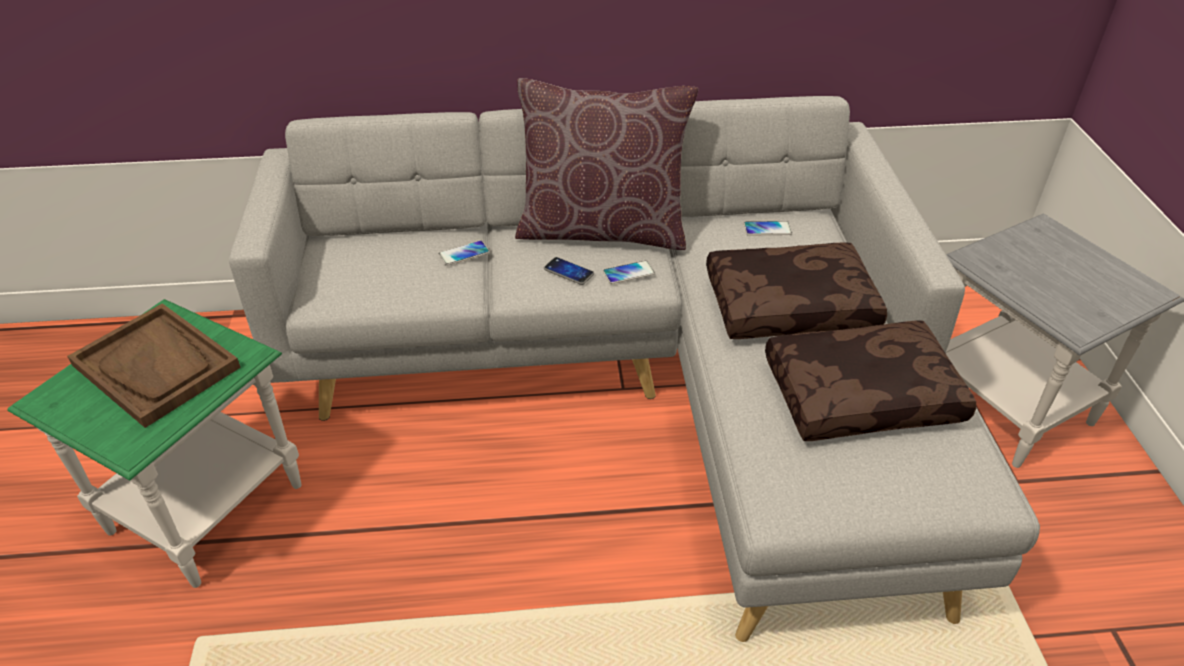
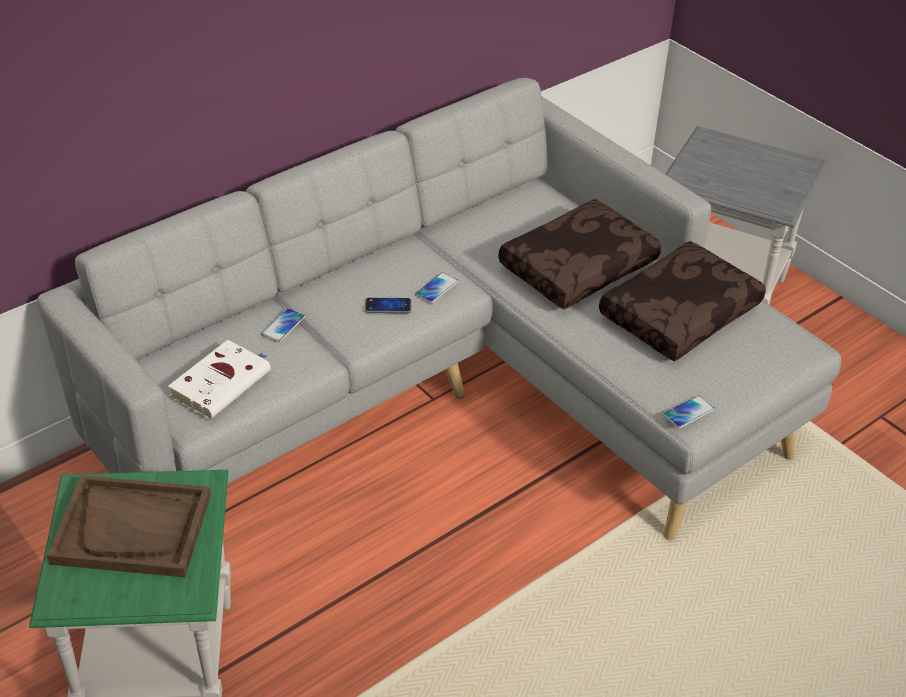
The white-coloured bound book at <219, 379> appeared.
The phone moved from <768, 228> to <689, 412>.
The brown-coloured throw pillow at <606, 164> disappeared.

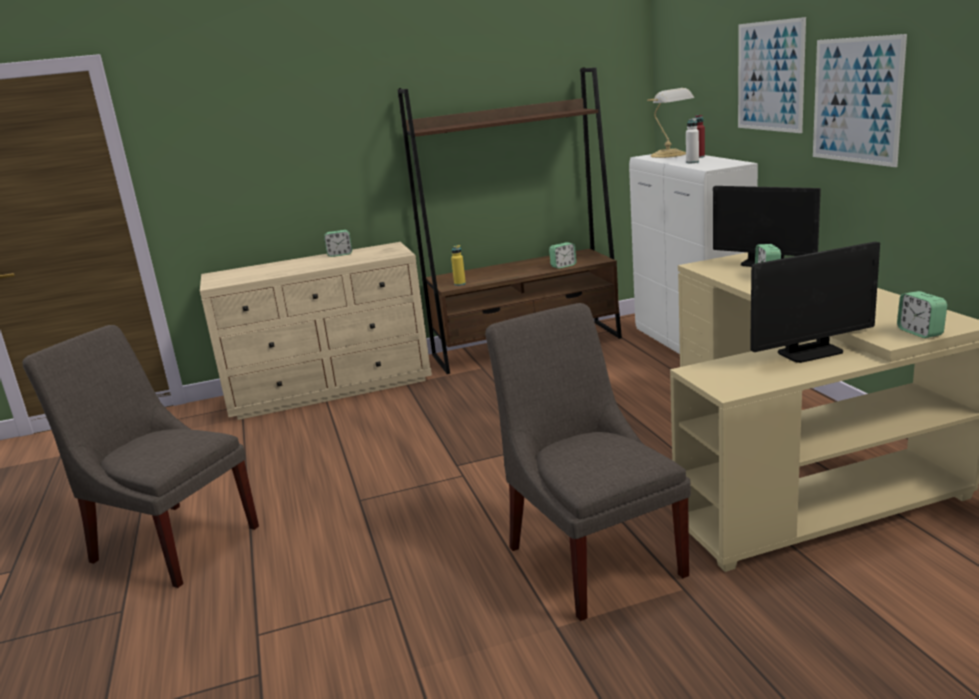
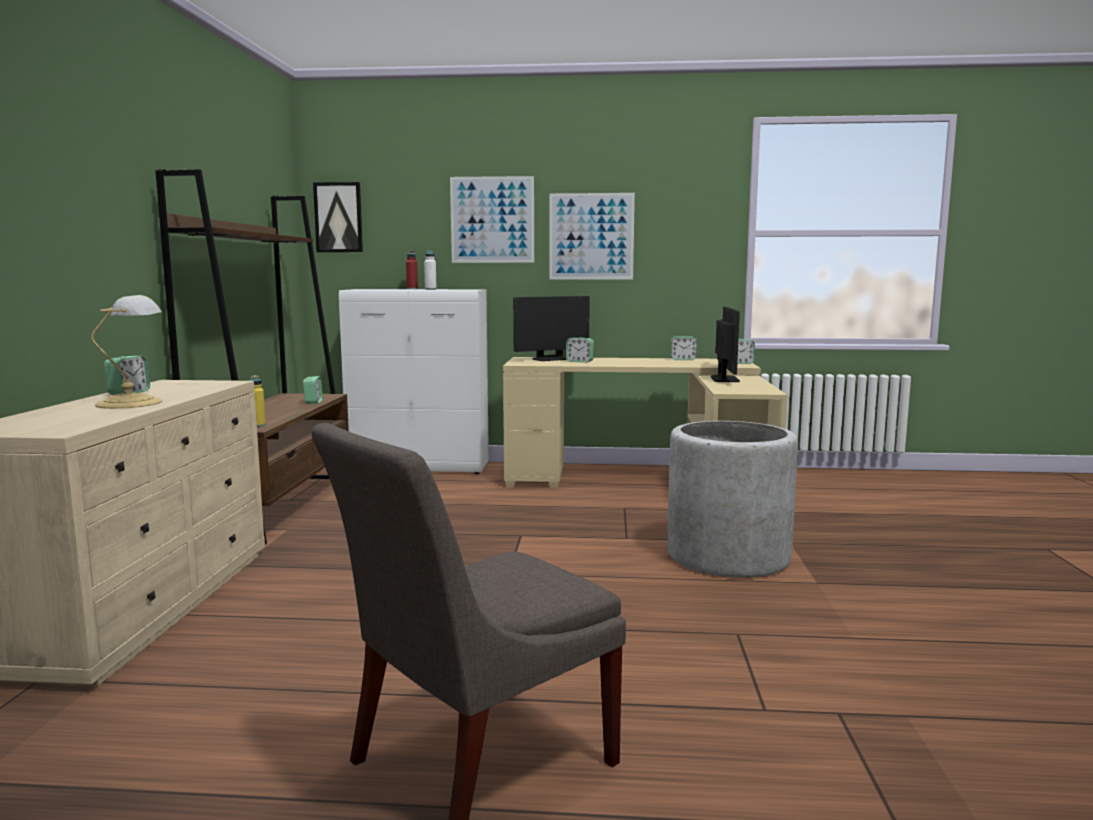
The lamp for a table moved from <670, 123> to <126, 352>.
The wall art at <338, 217> appeared.
The gray plain chair at <588, 462> was replaced by the gray flower pot at <732, 499>.
The table clock at <683, 348> appeared.

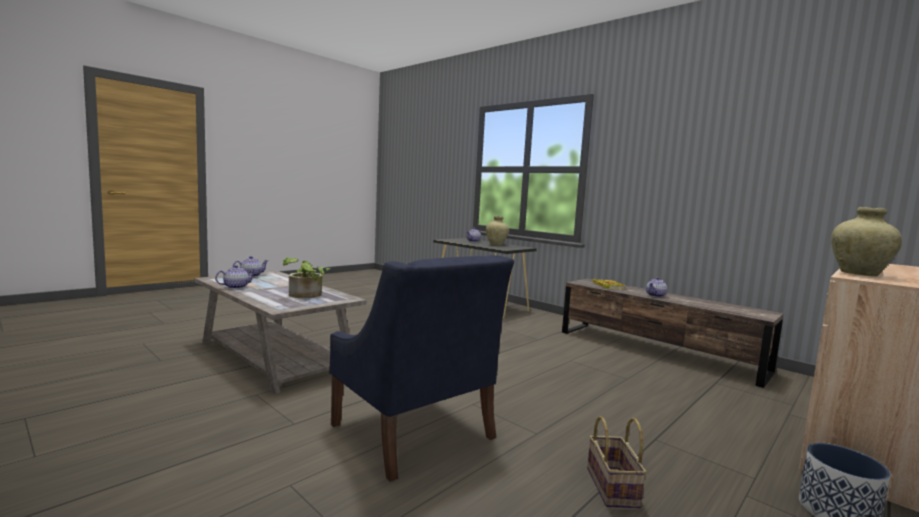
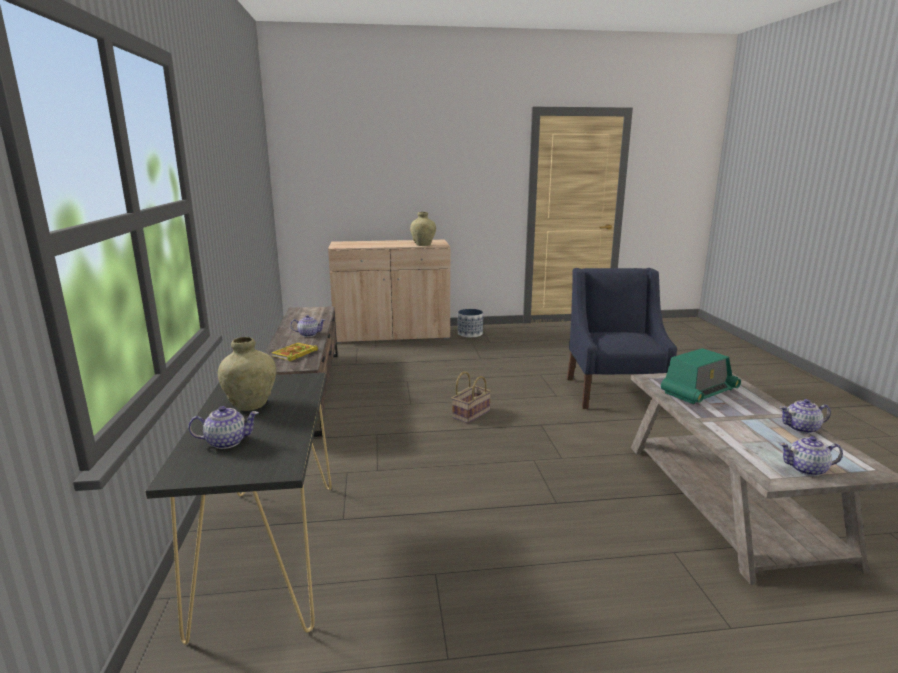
The household basket moved from <617, 462> to <471, 397>.
The plant in a pot at <307, 277> was replaced by the radio set at <701, 376>.

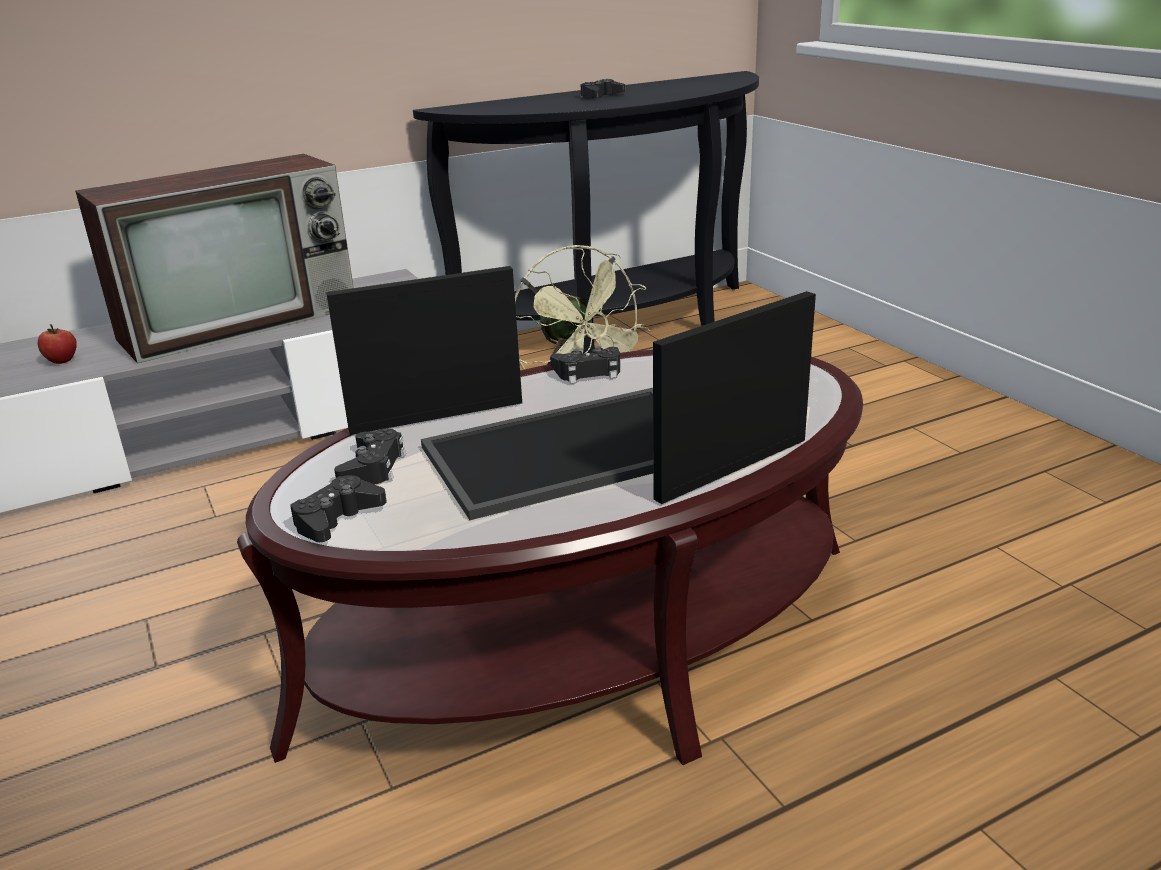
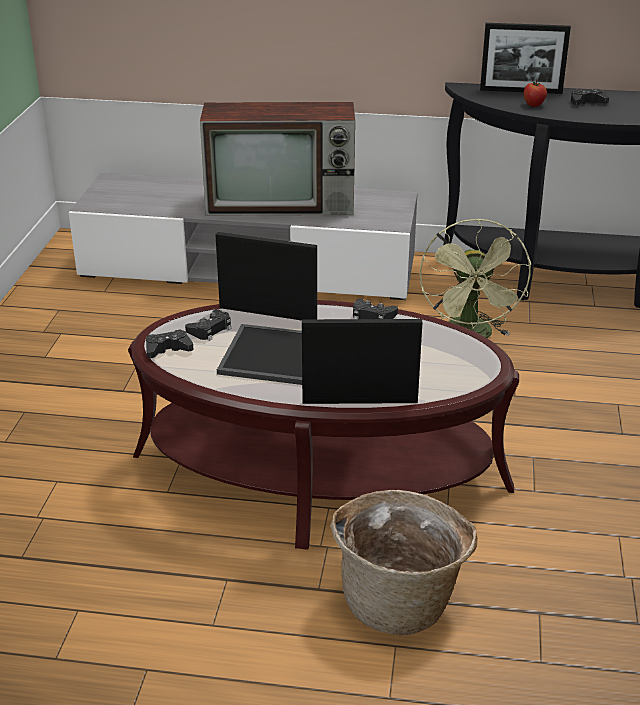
The household basket at <404, 562> appeared.
The photo frame at <525, 58> appeared.
The whole apple moved from <57, 344> to <535, 93>.

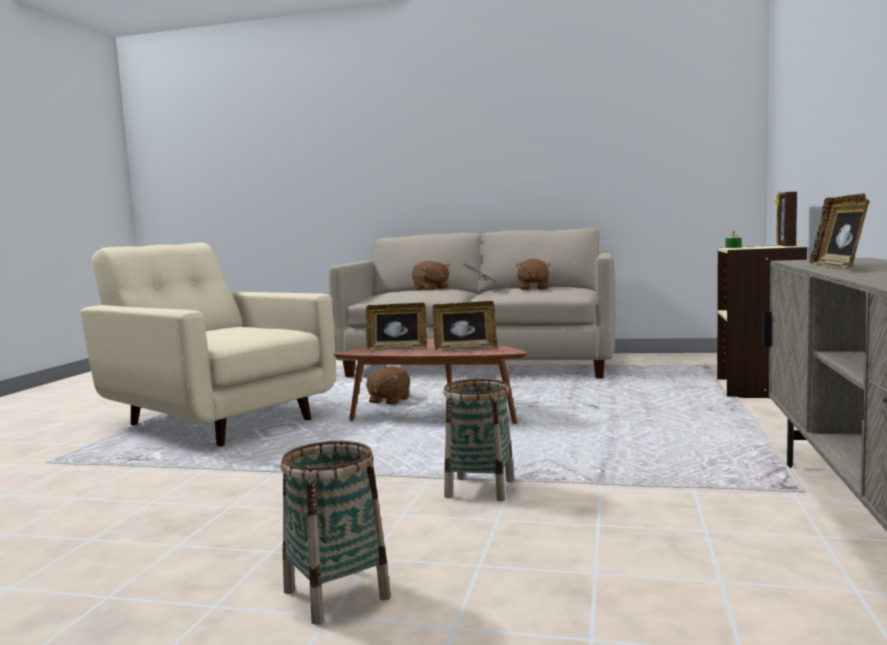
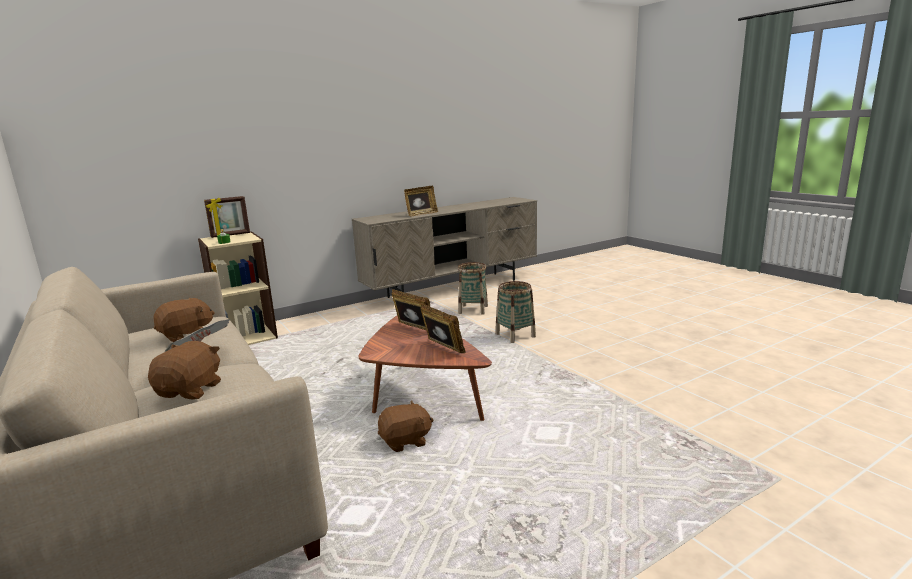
The household basket moved from <336, 533> to <473, 288>.
The beige-coloured armchair at <208, 344> disappeared.

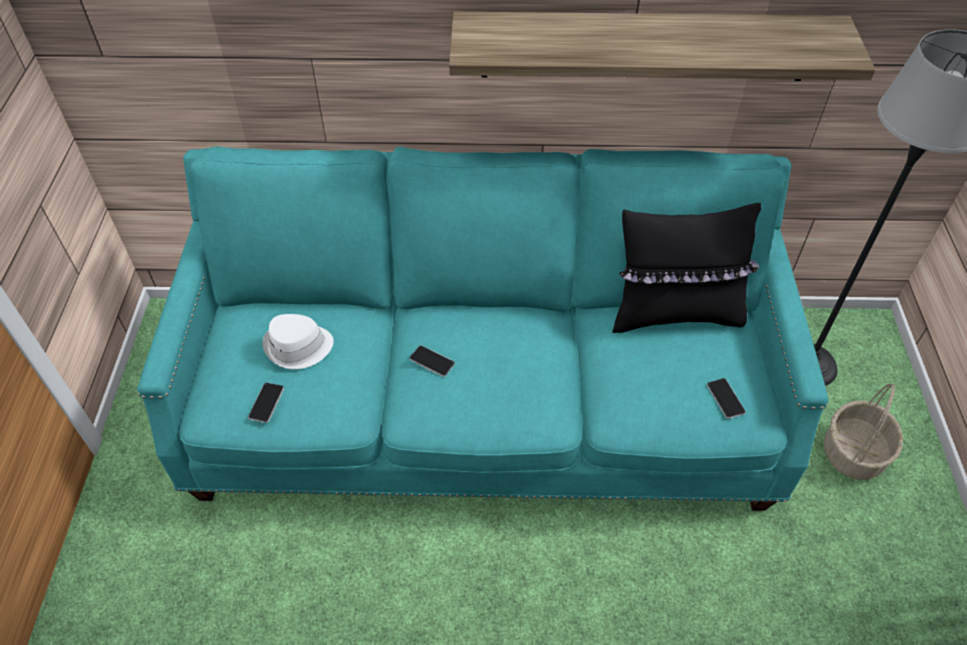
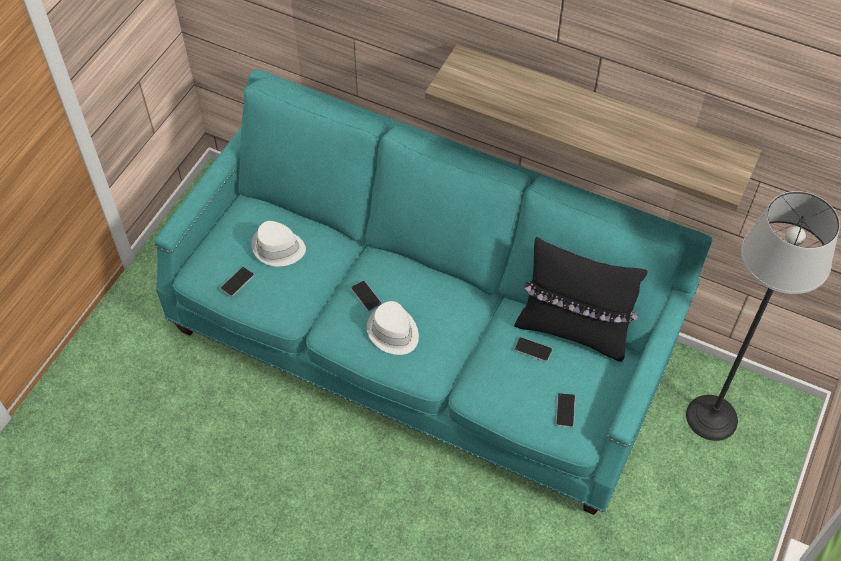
The white-coloured hat at <393, 328> appeared.
The phone at <533, 349> appeared.
The household basket at <863, 432> disappeared.

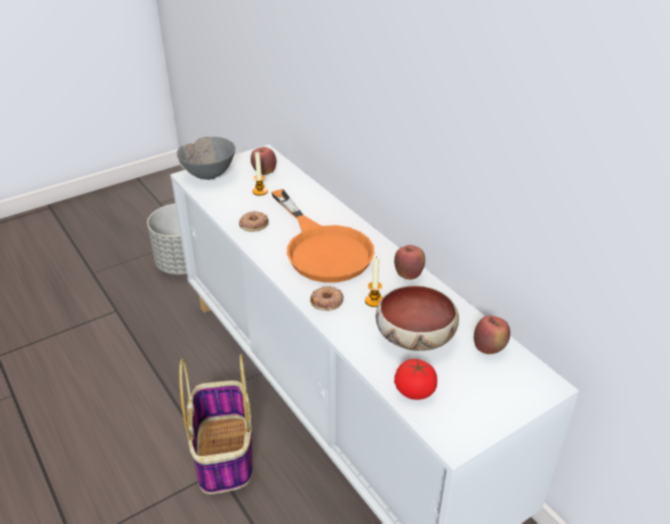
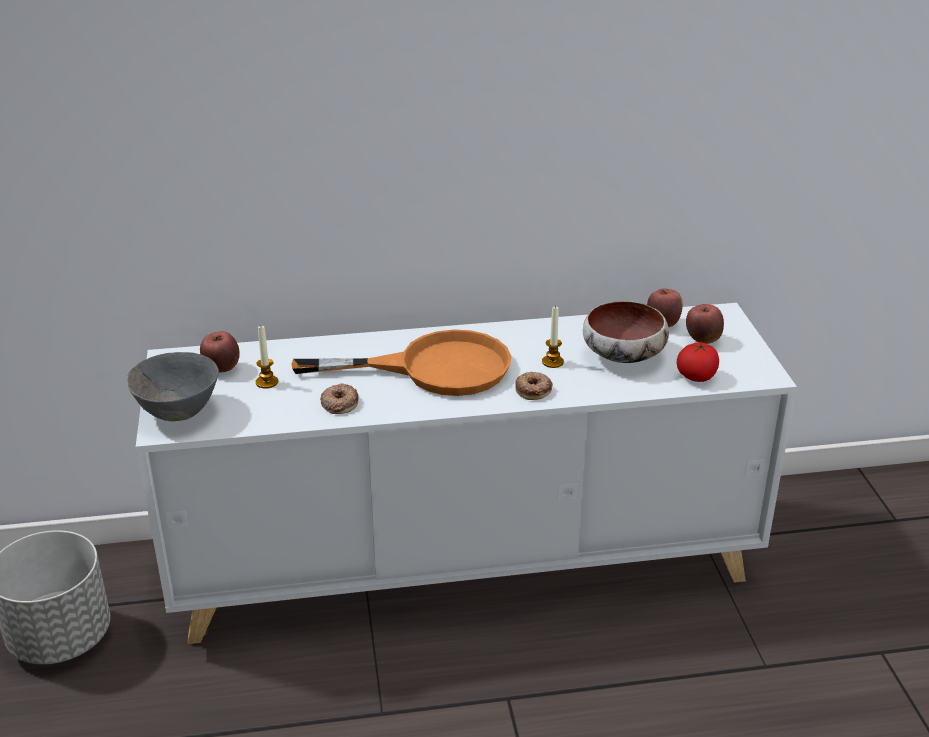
The whole apple moved from <409, 262> to <705, 324>.
The household basket at <215, 424> disappeared.

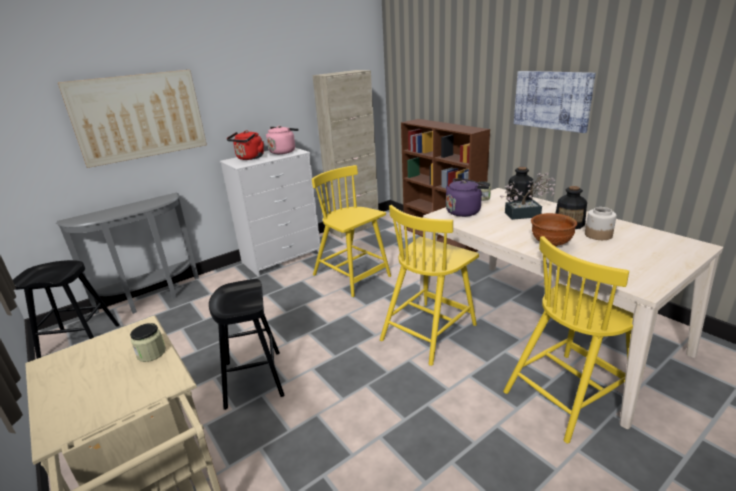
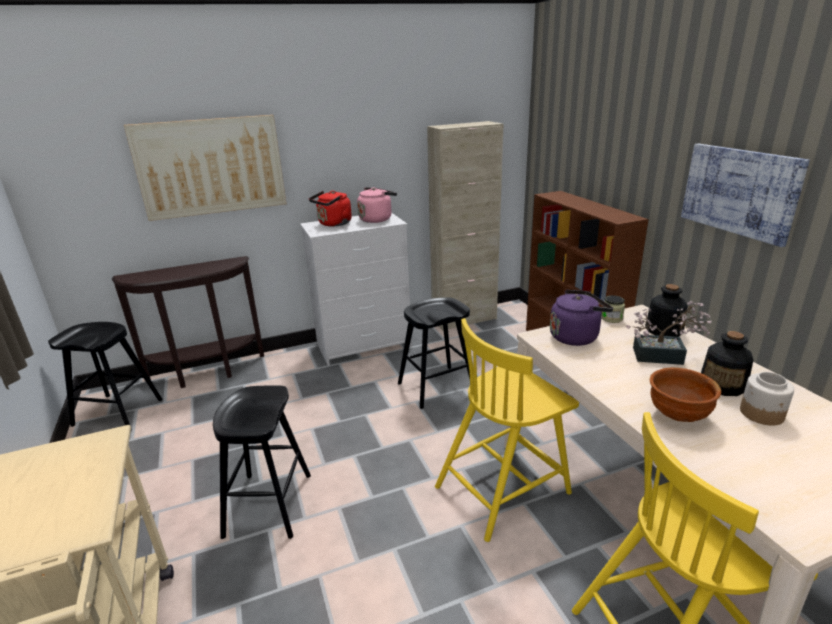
The gray console table at <127, 254> became the brown-coloured console table at <188, 322>.
The yellow-coloured plain chair at <351, 231> was replaced by the blackish stool at <434, 353>.
The preserve jar at <148, 342> disappeared.

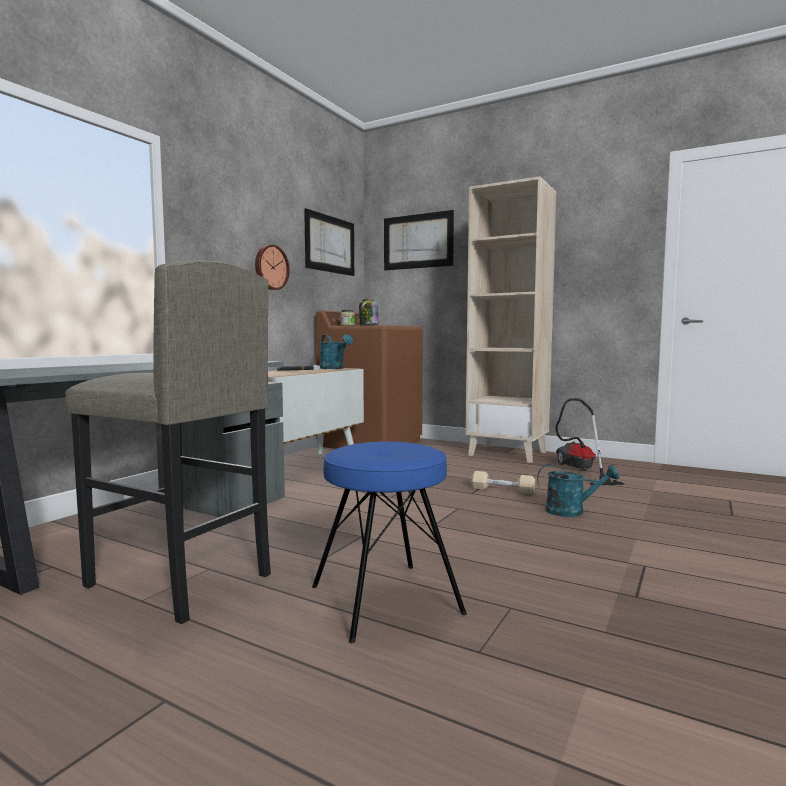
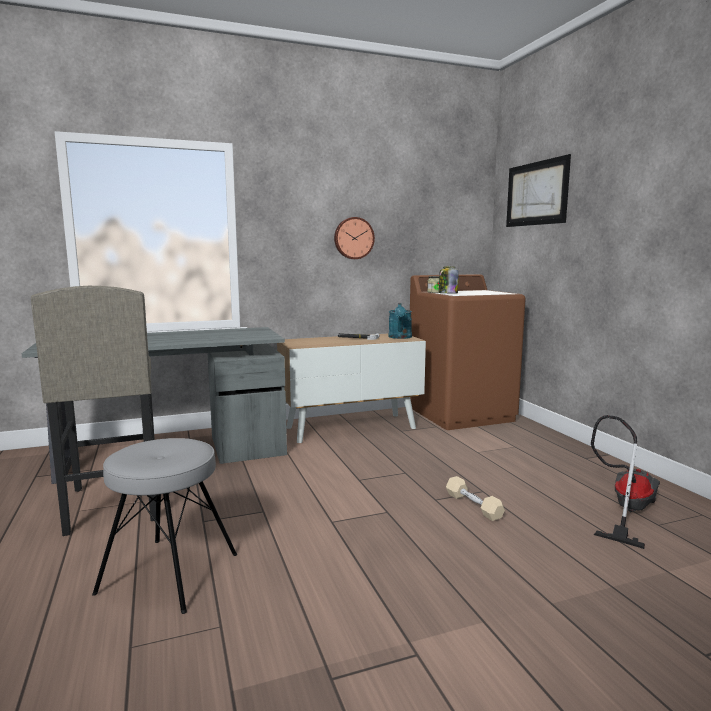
The blue stool at <389, 542> became the gray stool at <164, 526>.
The wall art at <329, 242> disappeared.
The beige-coloured bookshelf at <511, 319> disappeared.
The blue-green watering can at <578, 490> disappeared.

